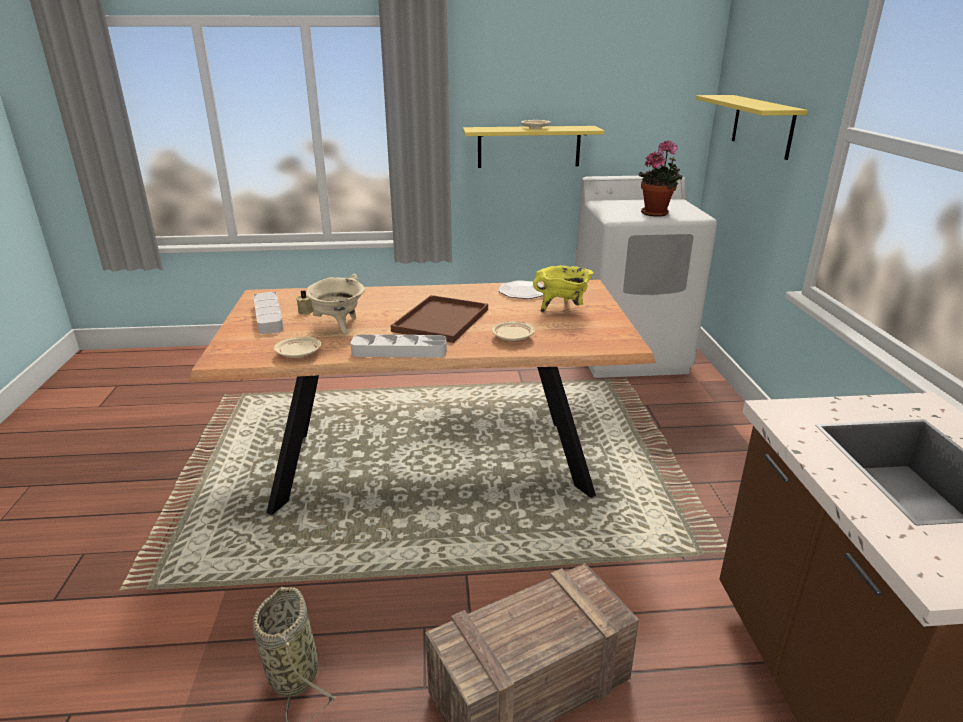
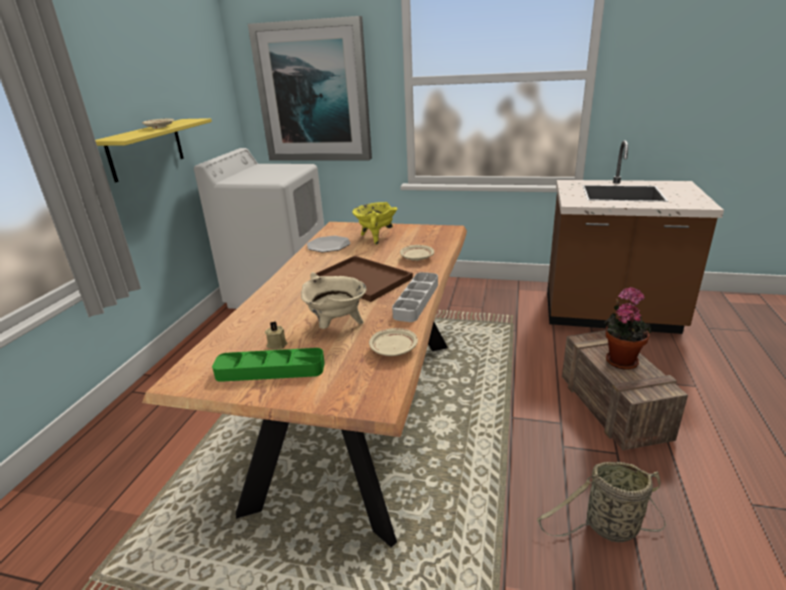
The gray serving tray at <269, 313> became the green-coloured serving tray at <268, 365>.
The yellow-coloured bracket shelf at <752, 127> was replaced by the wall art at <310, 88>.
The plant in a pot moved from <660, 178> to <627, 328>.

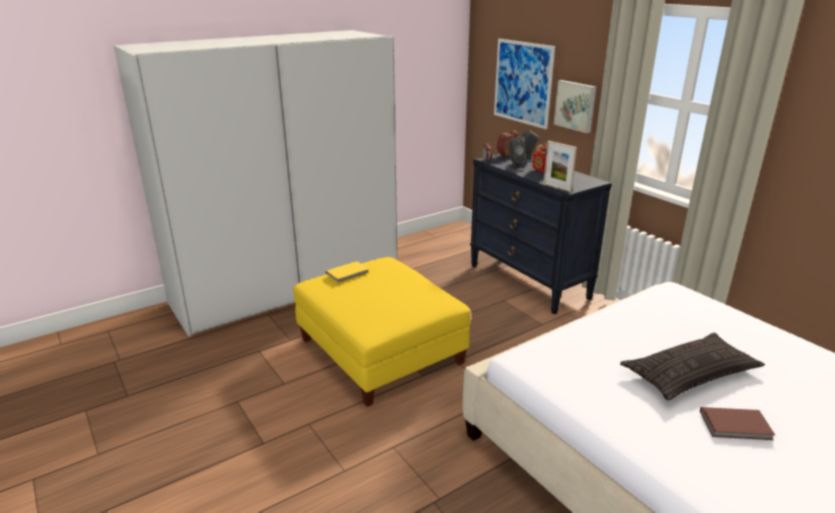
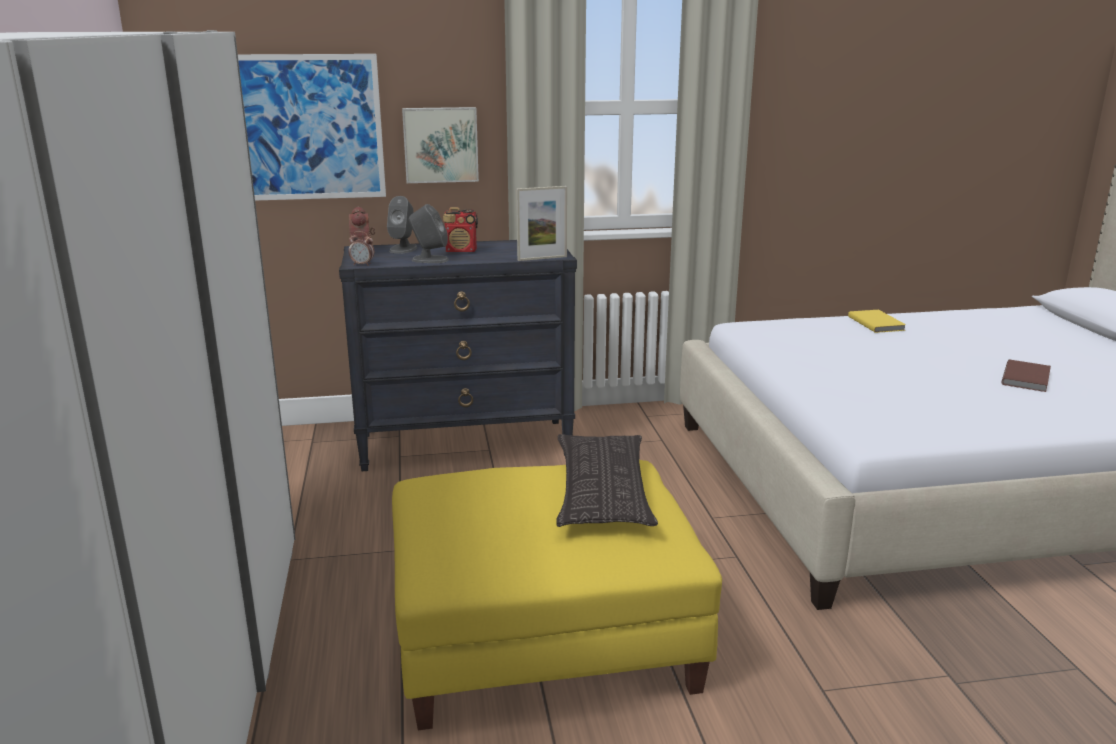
The throw pillow moved from <692, 366> to <607, 480>.
The yellow-coloured bound book moved from <347, 272> to <877, 321>.

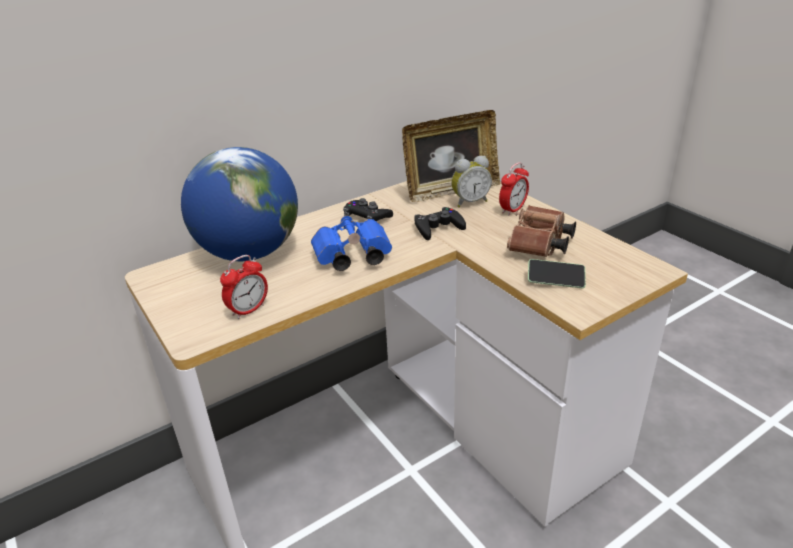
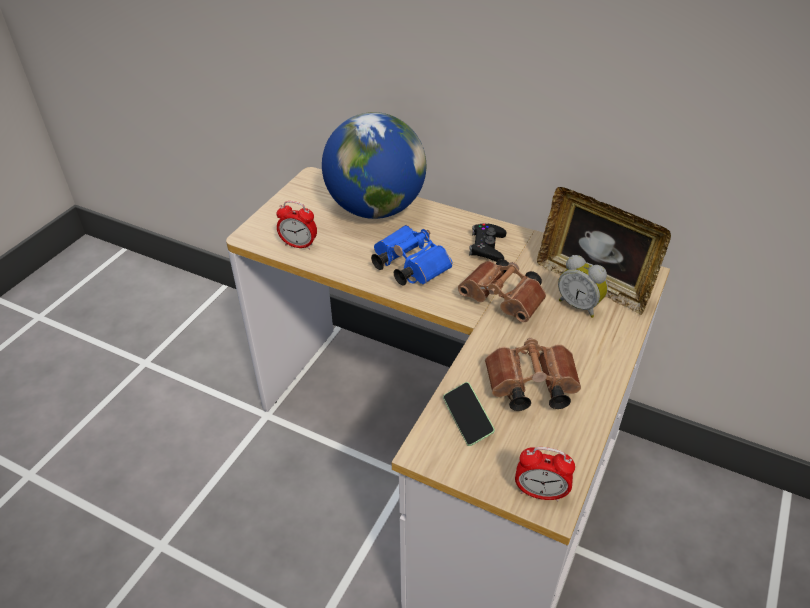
The blackish game controller at <440, 223> was replaced by the brown-coloured field glasses at <502, 290>.
The table clock moved from <514, 189> to <545, 474>.

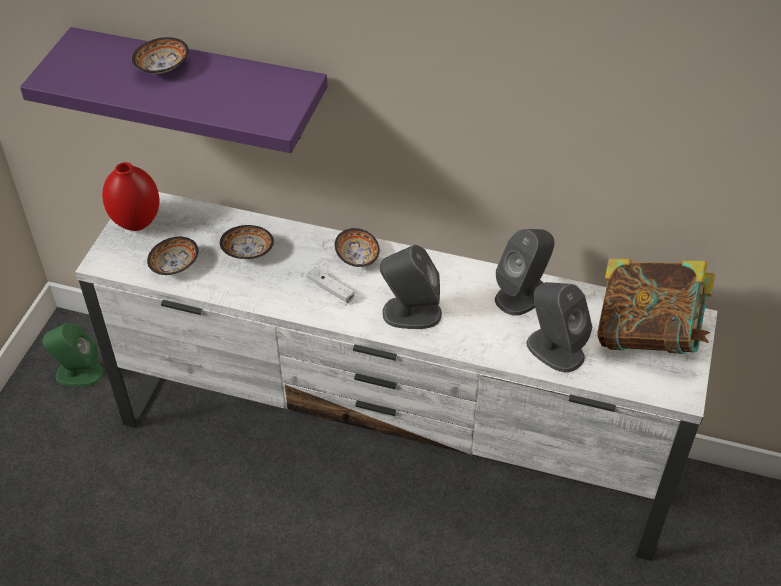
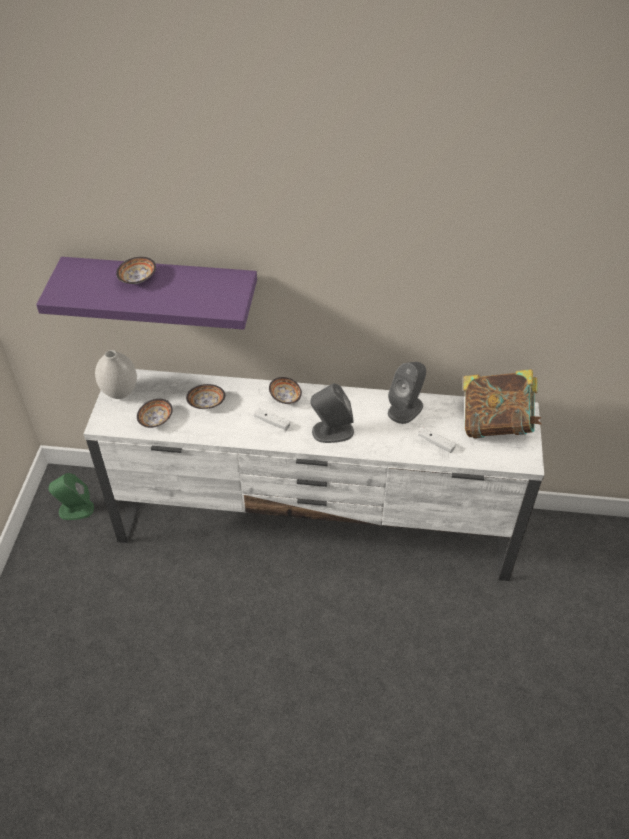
The reddish flower vase at <130, 196> became the white-coloured flower vase at <116, 374>.
The gray audio speaker at <559, 327> was replaced by the white-coloured game controller at <437, 440>.

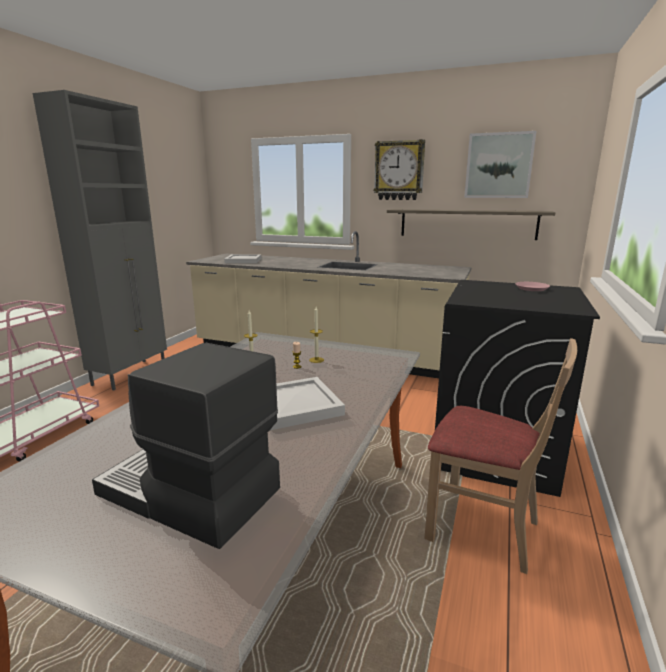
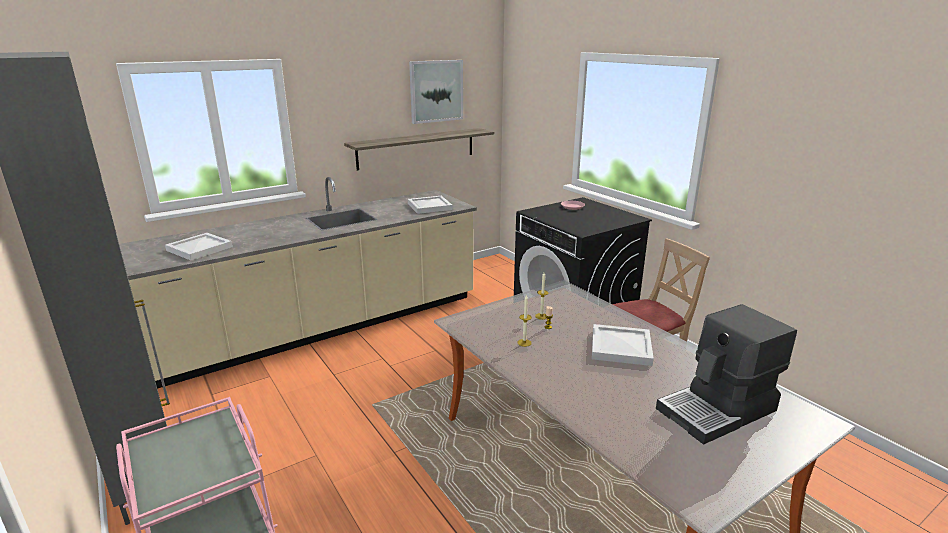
The white-coloured serving tray at <430, 205> appeared.
The clock on the wall at <399, 169> disappeared.

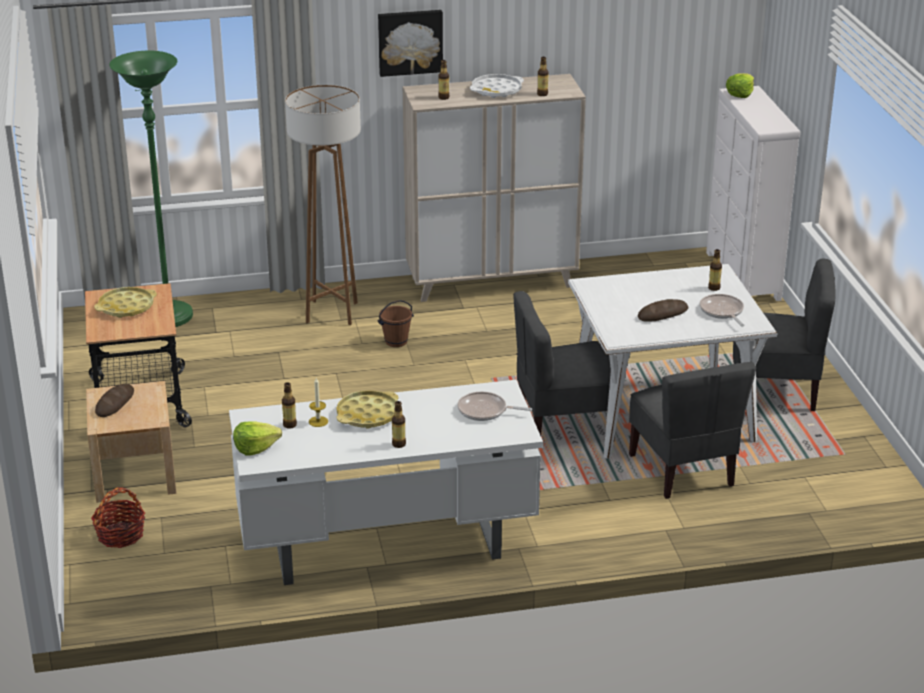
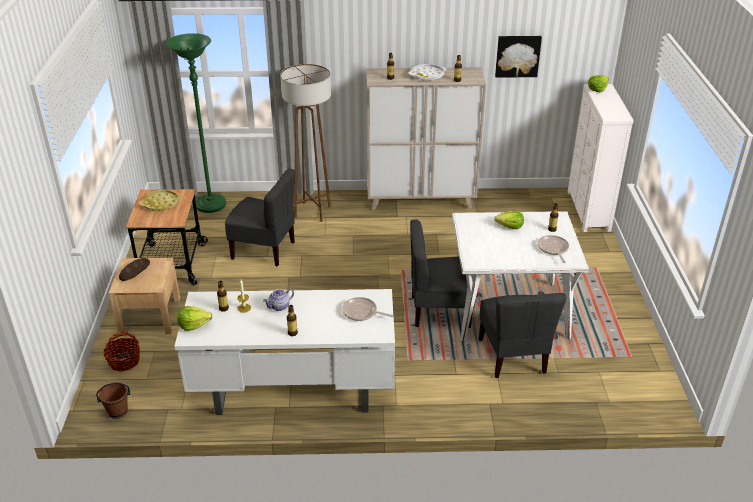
The brown-coloured pail moved from <396, 323> to <113, 400>.
The gray plain chair moved from <784, 335> to <260, 217>.
The yellow-coloured serving tray at <367, 409> was replaced by the tea pot at <278, 300>.
The lettuce head at <509, 220> appeared.
The wall art moved from <410, 43> to <518, 57>.
The bread at <663, 310> disappeared.

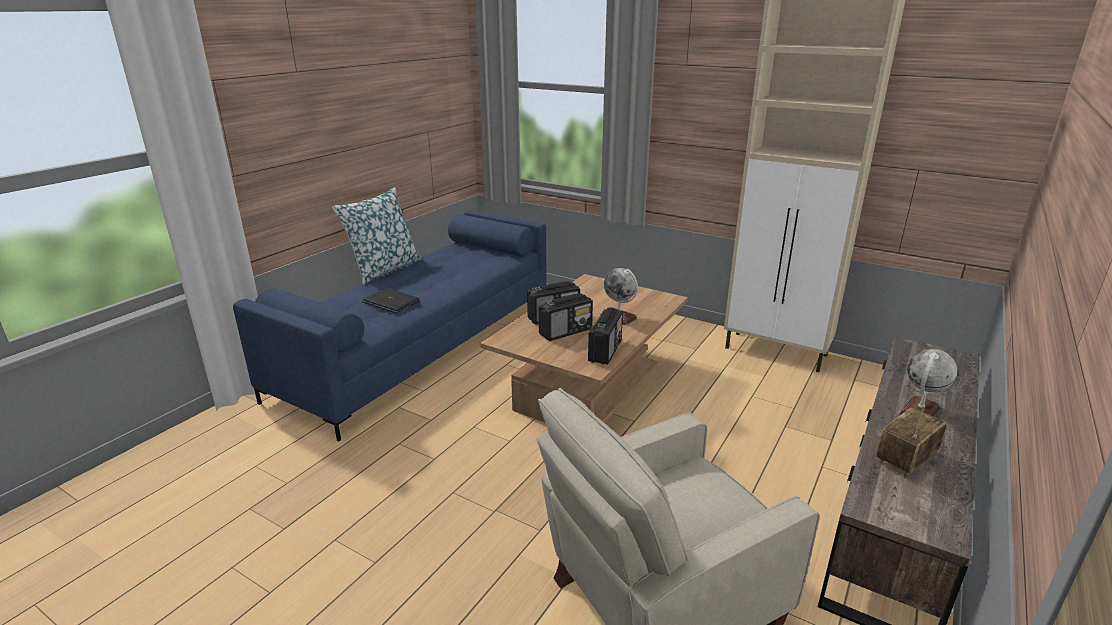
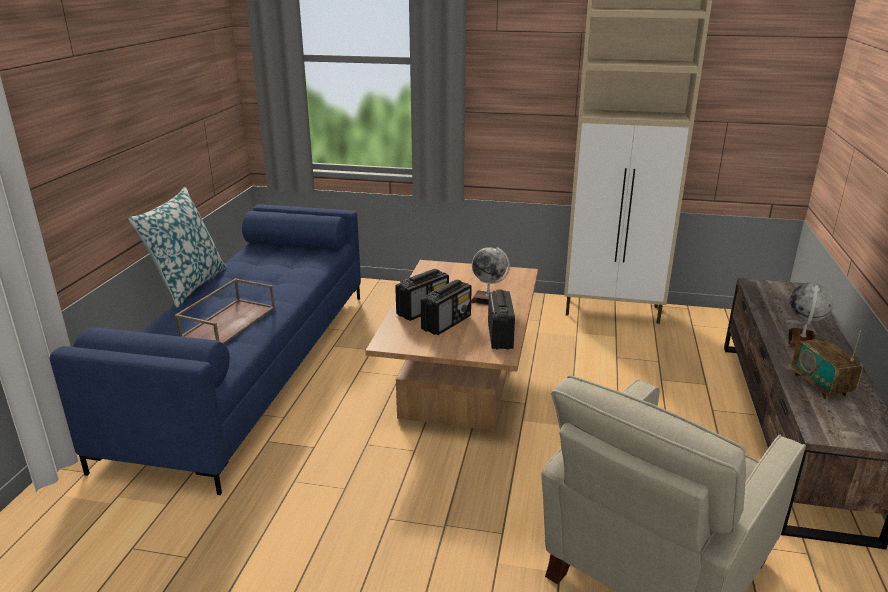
The laptop at <391, 300> was replaced by the brown-coloured serving tray at <225, 311>.
The radio set at <911, 441> turned 45 degrees counterclockwise.

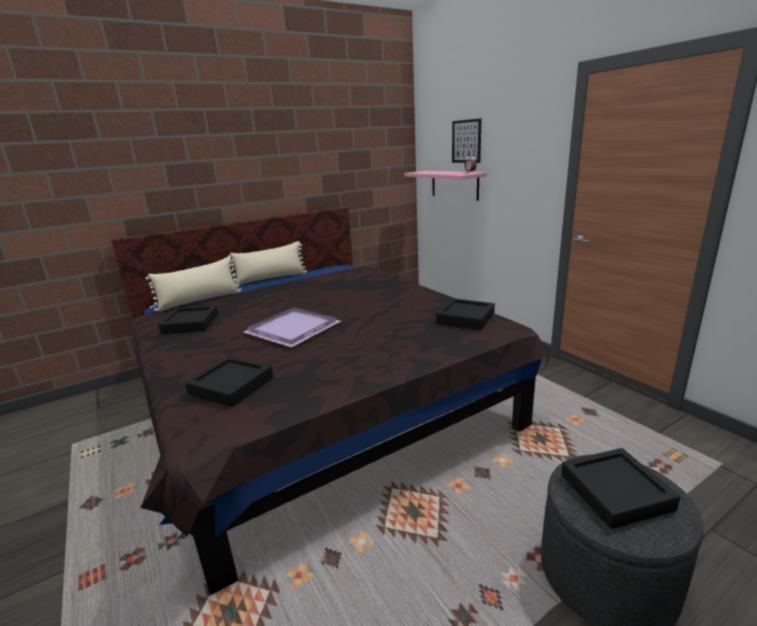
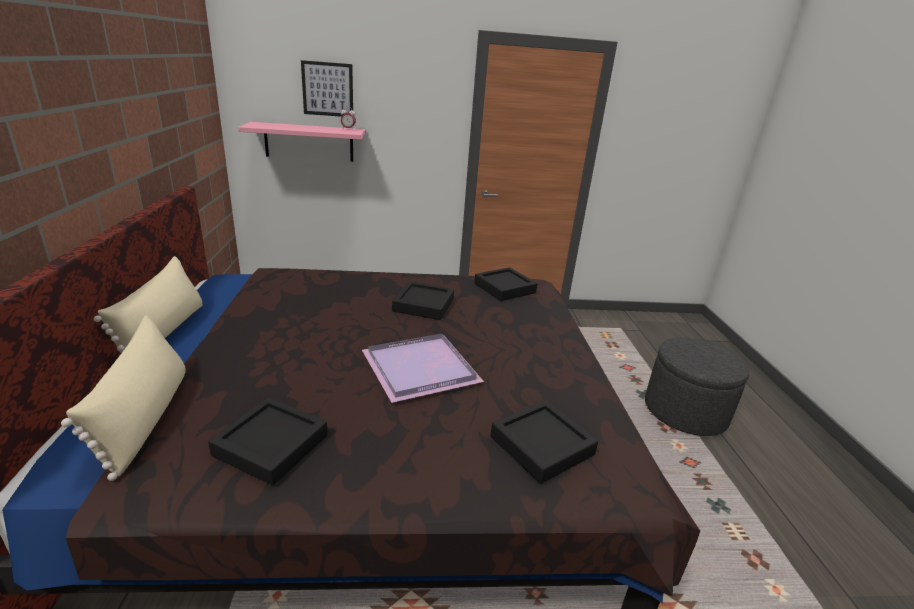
The blackish serving tray moved from <620, 488> to <423, 300>.

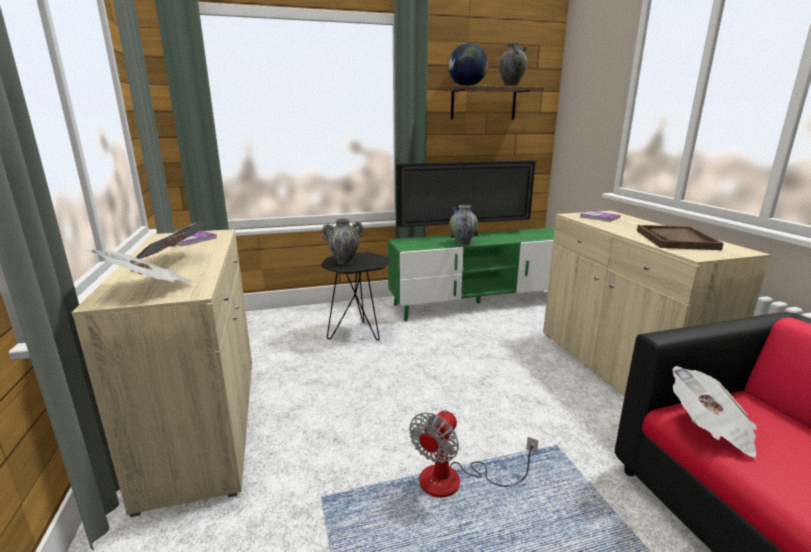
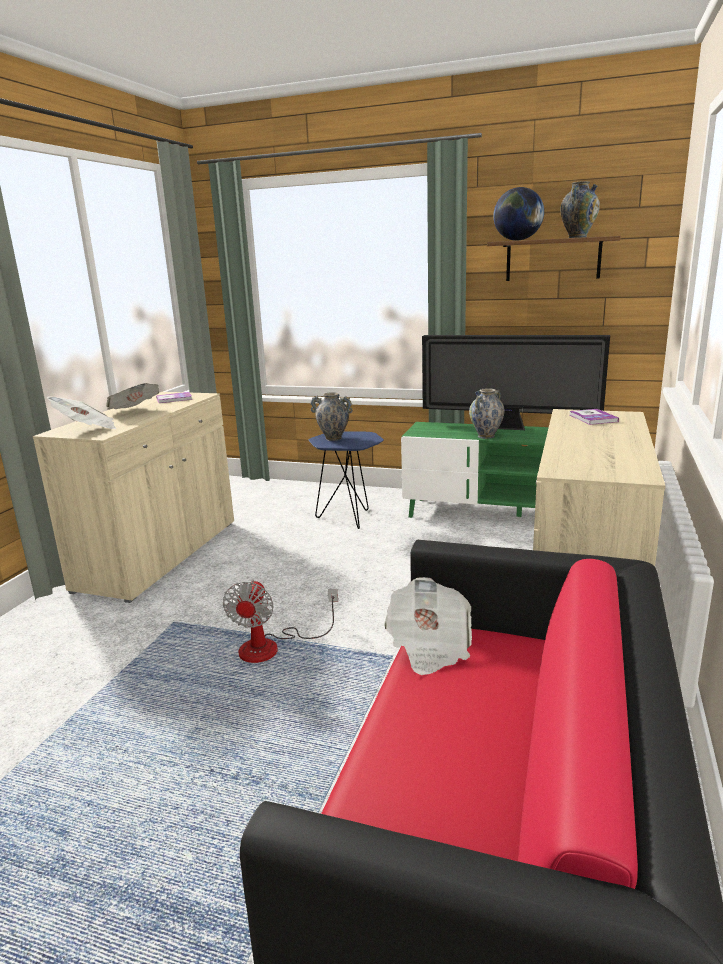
The cooling fan at <473, 453> turned 60 degrees counterclockwise.
The blackish accent table at <355, 296> became the blue accent table at <346, 480>.
The brown-coloured serving tray at <680, 237> disappeared.

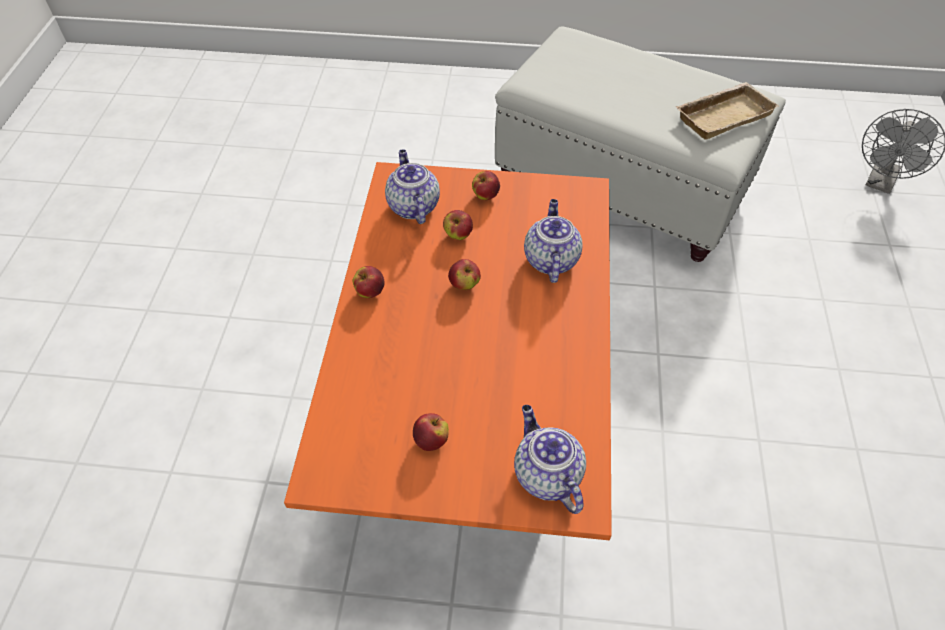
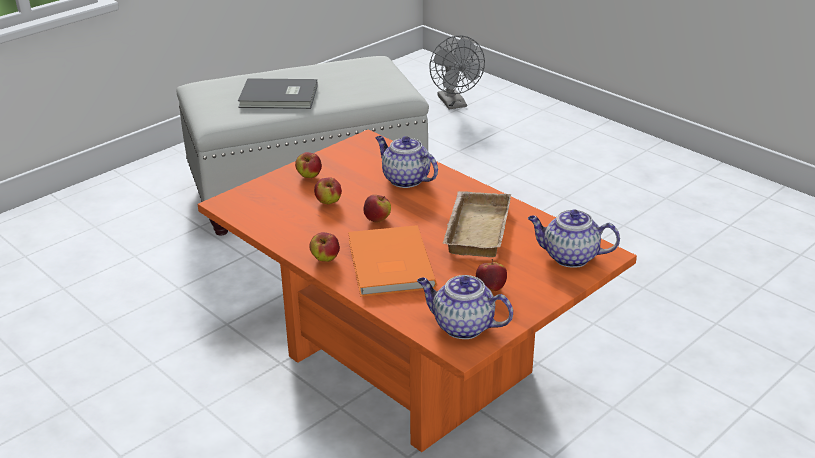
The gray bound book at <278, 93> appeared.
The orangey bound book at <392, 261> appeared.
The tea pot moved from <412, 187> to <465, 307>.
The beige-coloured serving tray moved from <727, 111> to <476, 224>.

